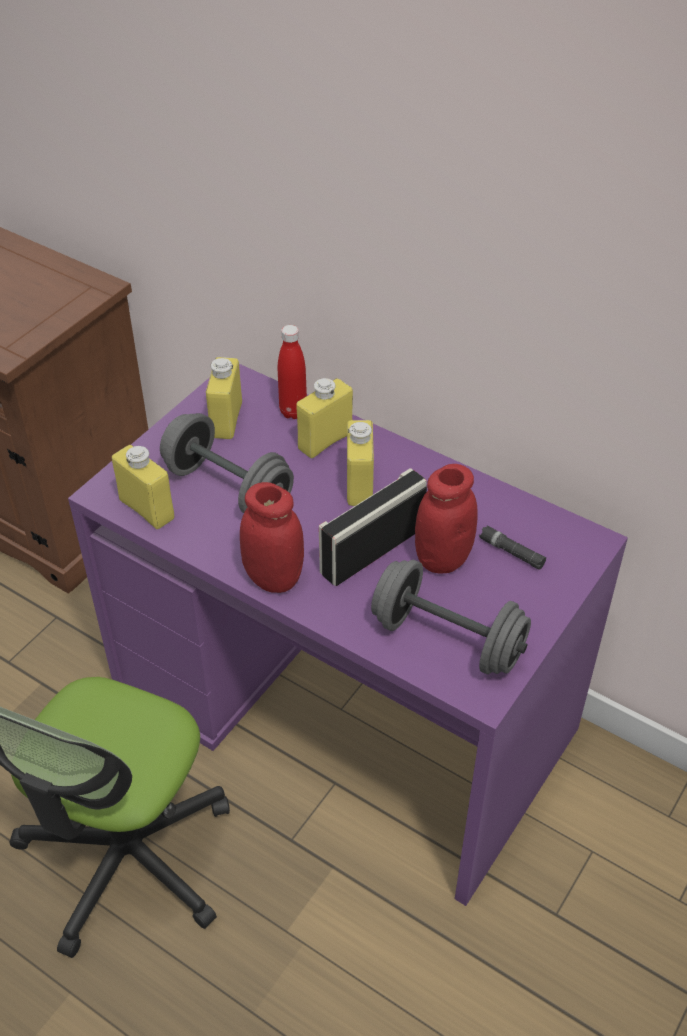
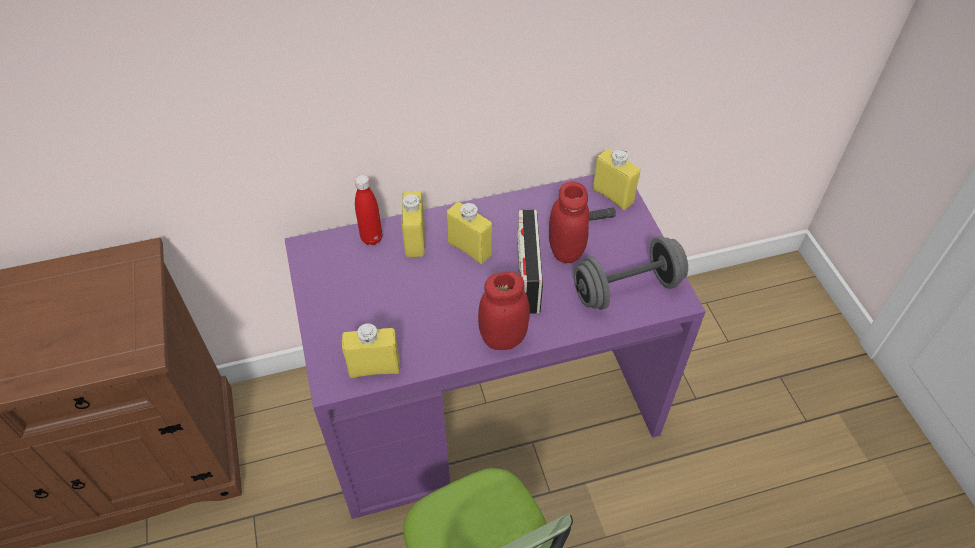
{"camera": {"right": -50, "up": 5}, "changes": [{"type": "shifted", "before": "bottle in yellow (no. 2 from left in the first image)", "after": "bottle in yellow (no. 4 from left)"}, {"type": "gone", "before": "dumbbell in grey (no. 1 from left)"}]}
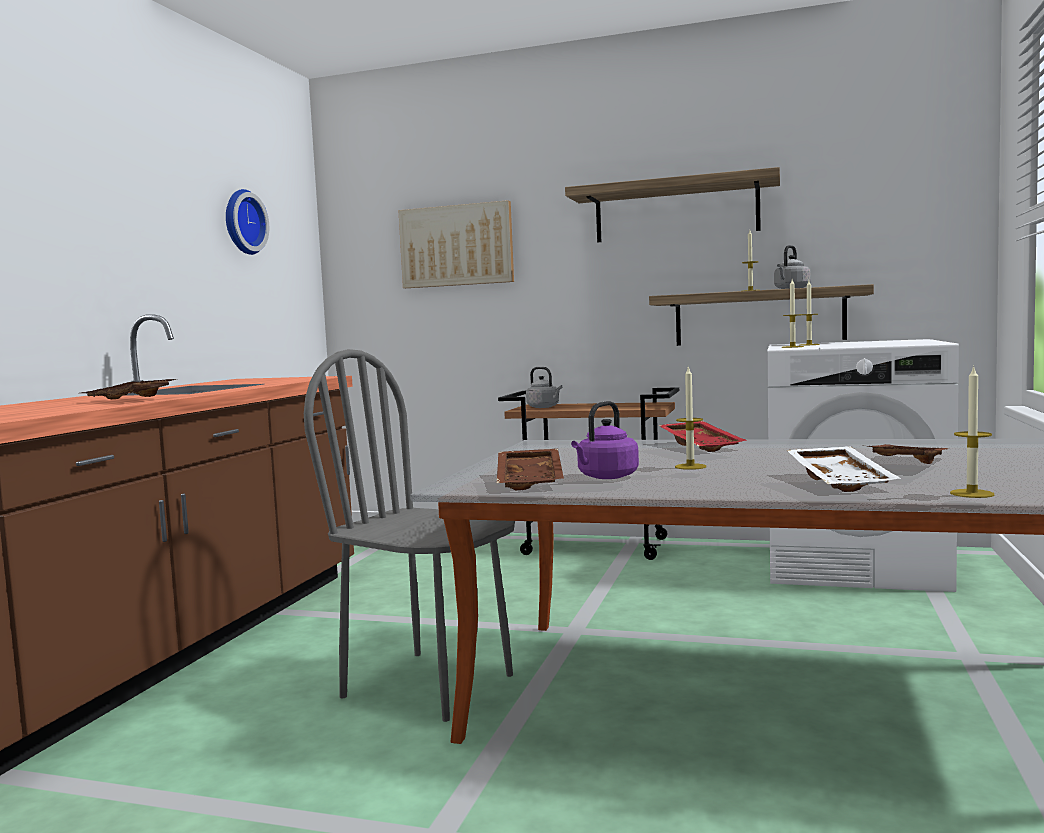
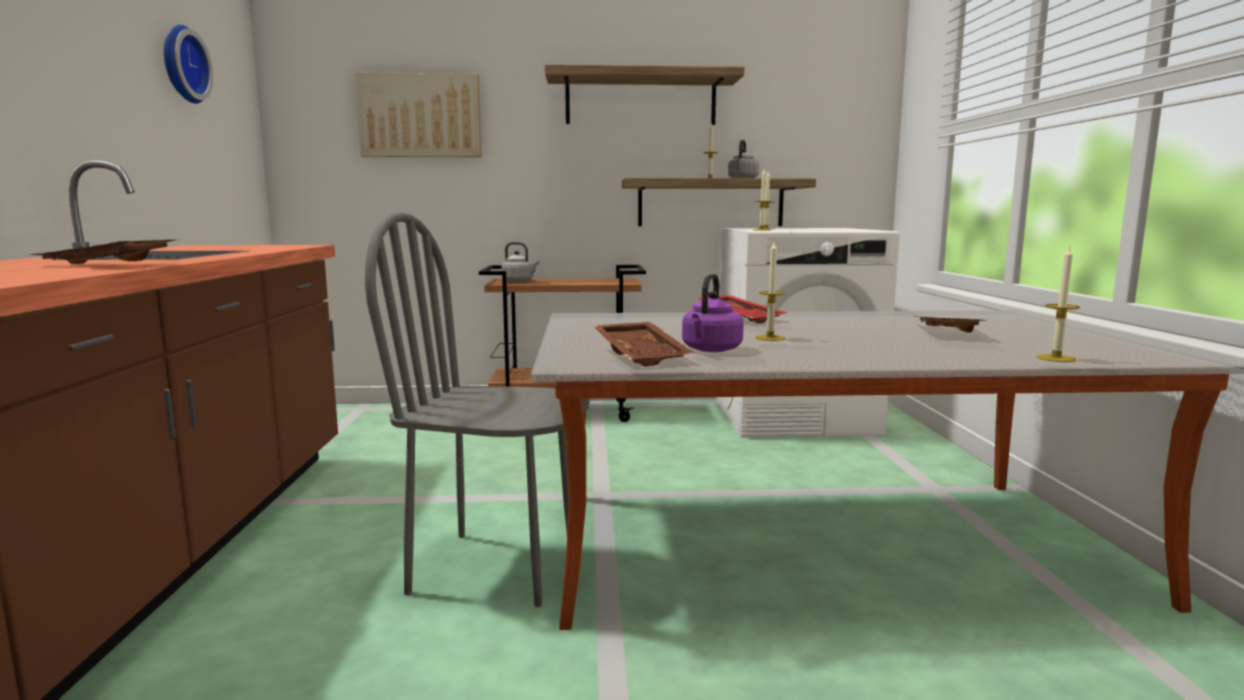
{"camera": {"right": -20, "up": 5}, "changes": [{"type": "gone", "before": "tray in white"}]}
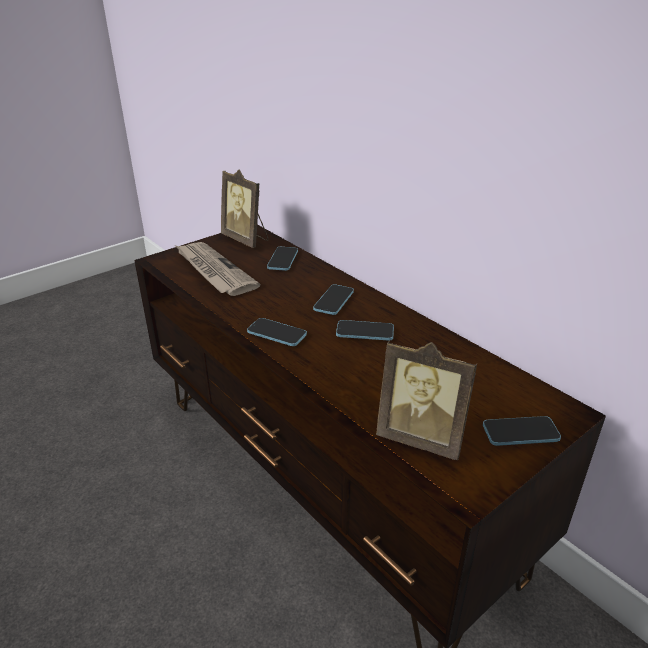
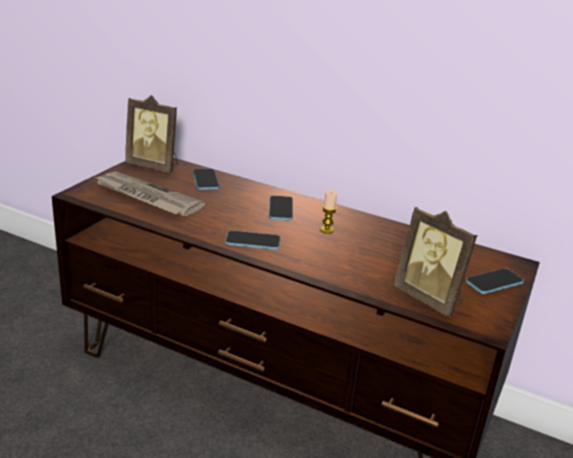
{"camera": {"right": -25, "up": -5}, "changes": [{"type": "swapped", "before": "phone (no. 4 from left)", "after": "candle"}, {"type": "rotated", "before": "picture frame (no. 2 from left)", "turn": 45}]}
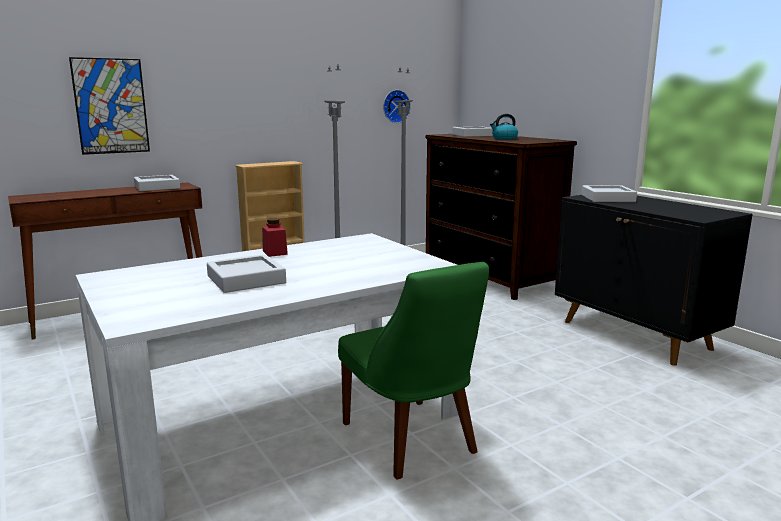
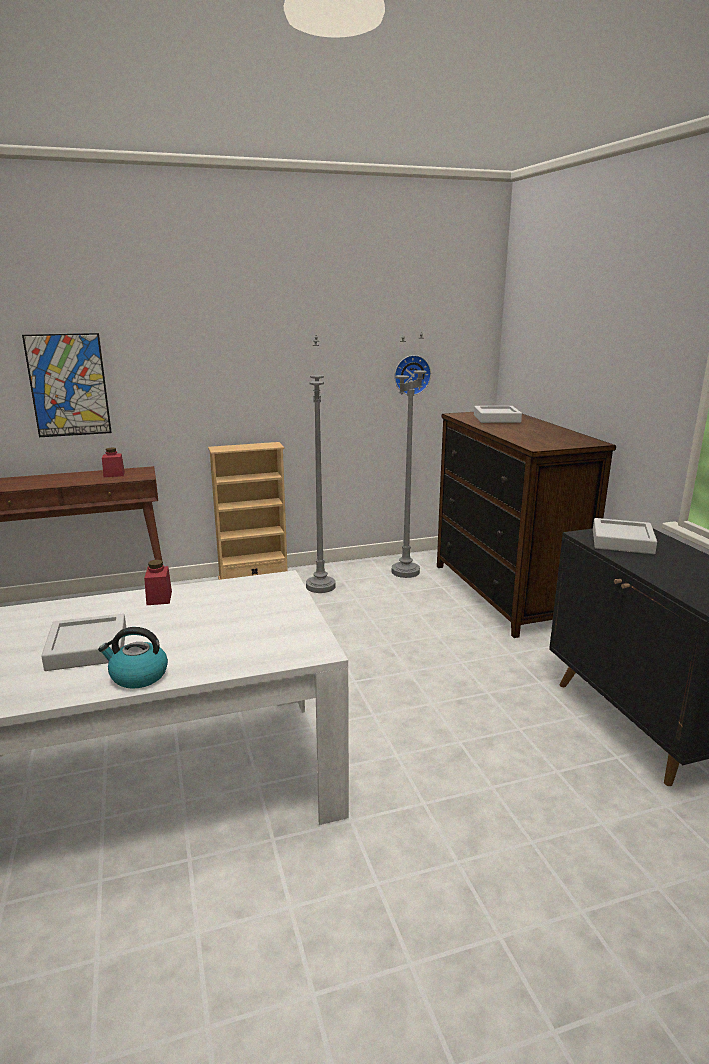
{"camera": {"right": 15, "up": 5}, "changes": [{"type": "shifted", "before": "kettle"}, {"type": "swapped", "before": "tray in grey (no. 1 from left)", "after": "jar in red (no. 1 from left)"}, {"type": "gone", "before": "chair in green"}]}
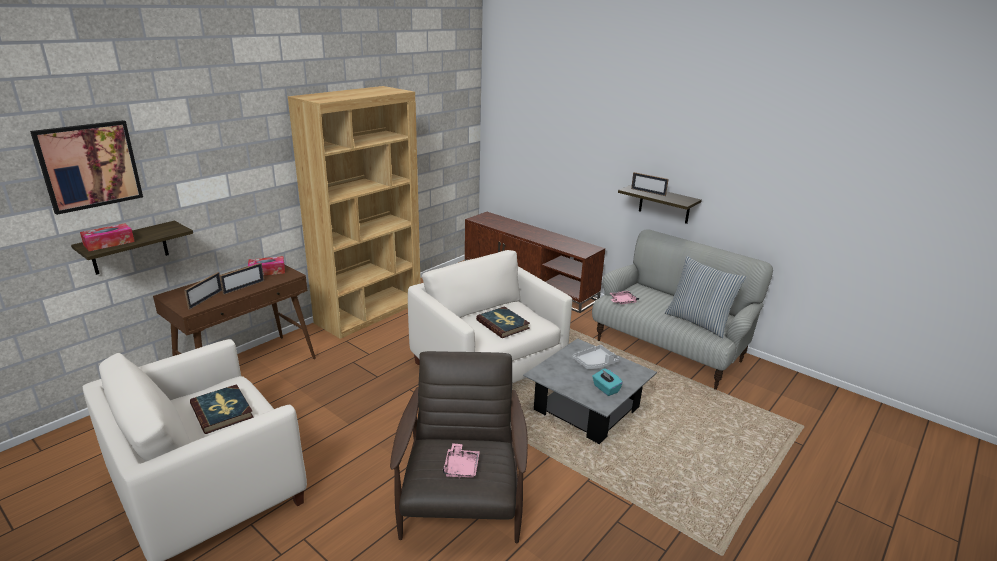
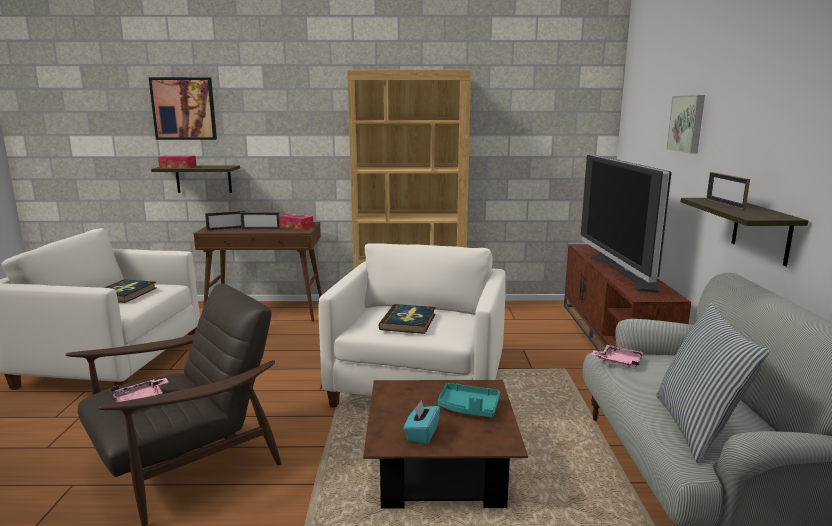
{"camera": {"right": 50, "up": -10}, "changes": [{"type": "repainted", "before": "coffee table in grey", "after": "coffee table in brown"}, {"type": "repainted", "before": "tray in grey", "after": "tray in turquoise"}, {"type": "new", "after": "television"}, {"type": "new", "after": "picture (no. 2 from left)"}]}
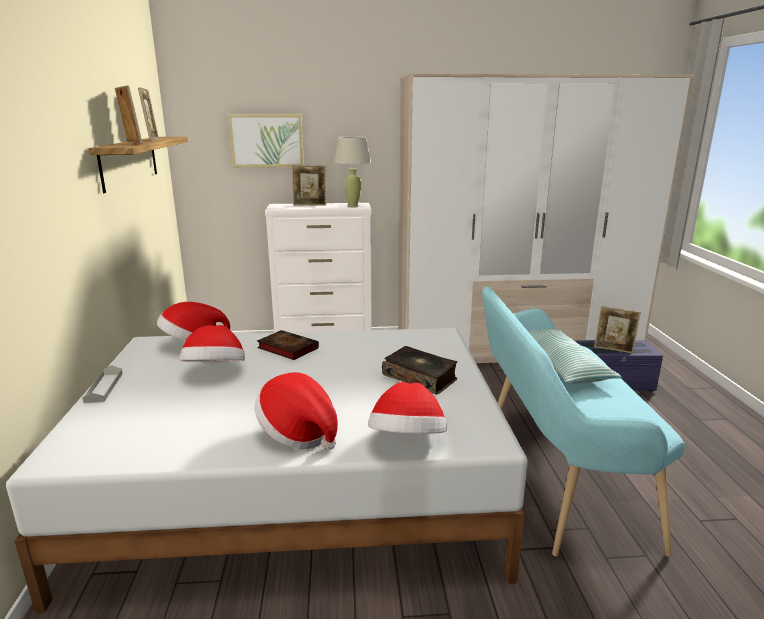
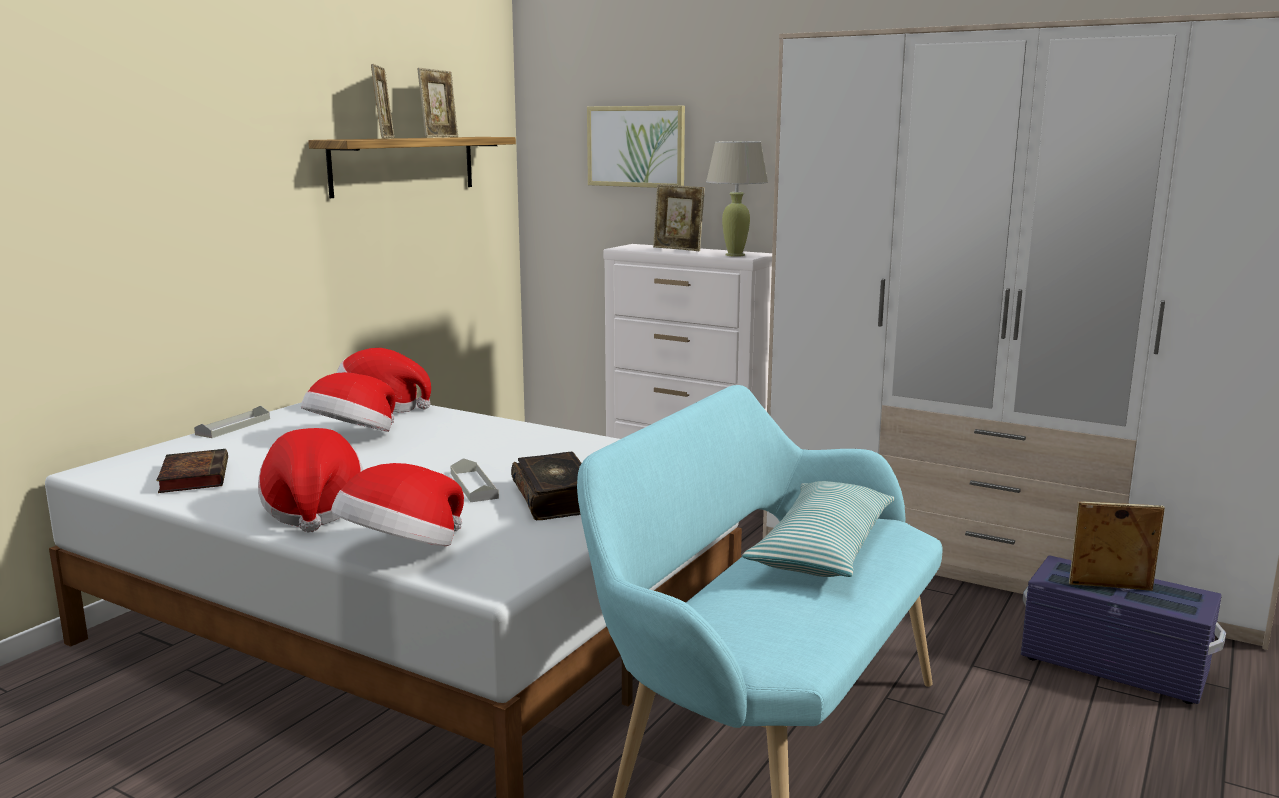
{"camera": {"right": 35, "up": -5}, "changes": [{"type": "shifted", "before": "book (no. 1 from left)"}, {"type": "new", "after": "tray in grey (no. 2 from left)"}, {"type": "rotated", "before": "picture frame (no. 4 from left)", "turn": 135}]}
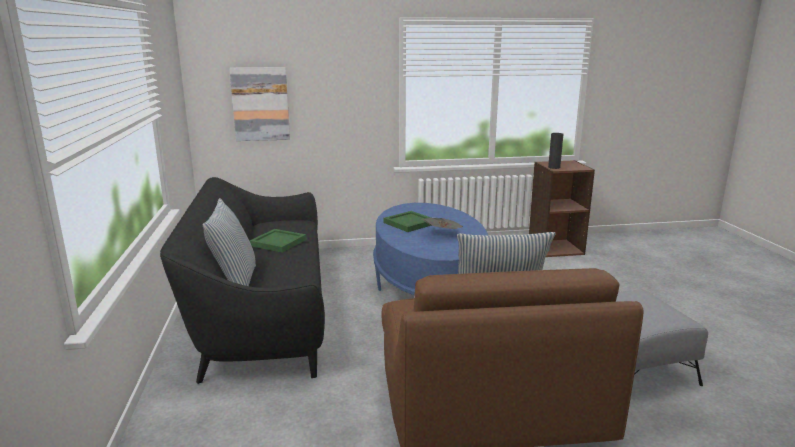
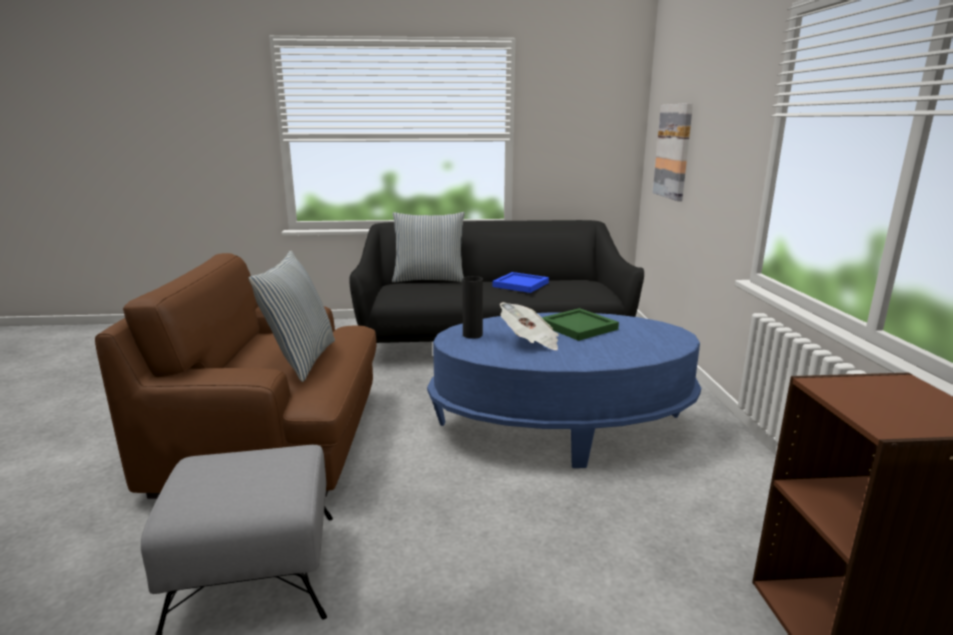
{"camera": {"right": 95, "up": 0}, "changes": [{"type": "shifted", "before": "vase in black"}, {"type": "repainted", "before": "tray in green (no. 1 from left)", "after": "tray in blue"}]}
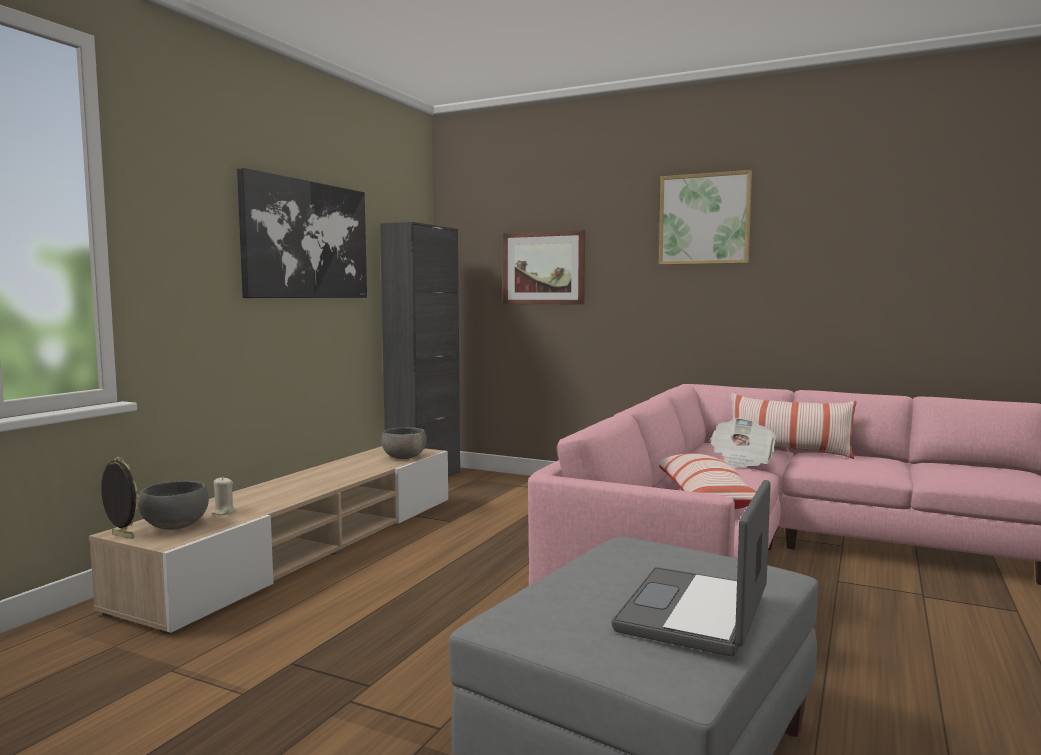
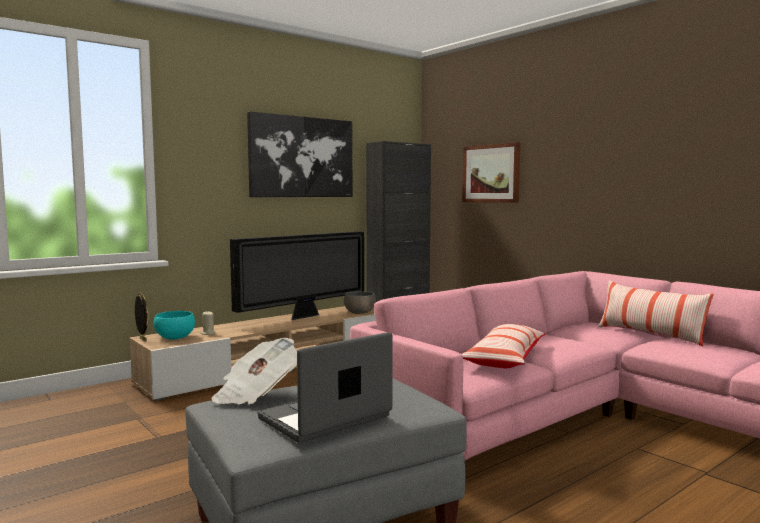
{"camera": {"right": 25, "up": 0}, "changes": [{"type": "repainted", "before": "bowl in grey (no. 1 from left)", "after": "bowl in turquoise"}, {"type": "shifted", "before": "newspaper"}, {"type": "new", "after": "television"}, {"type": "gone", "before": "picture (no. 3 from left)"}]}
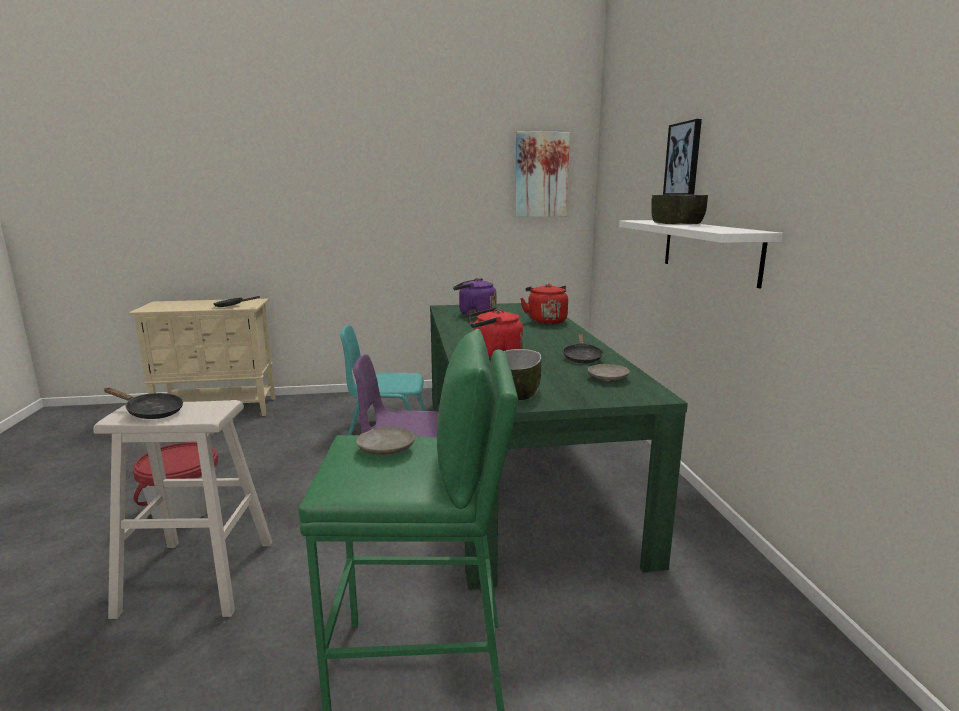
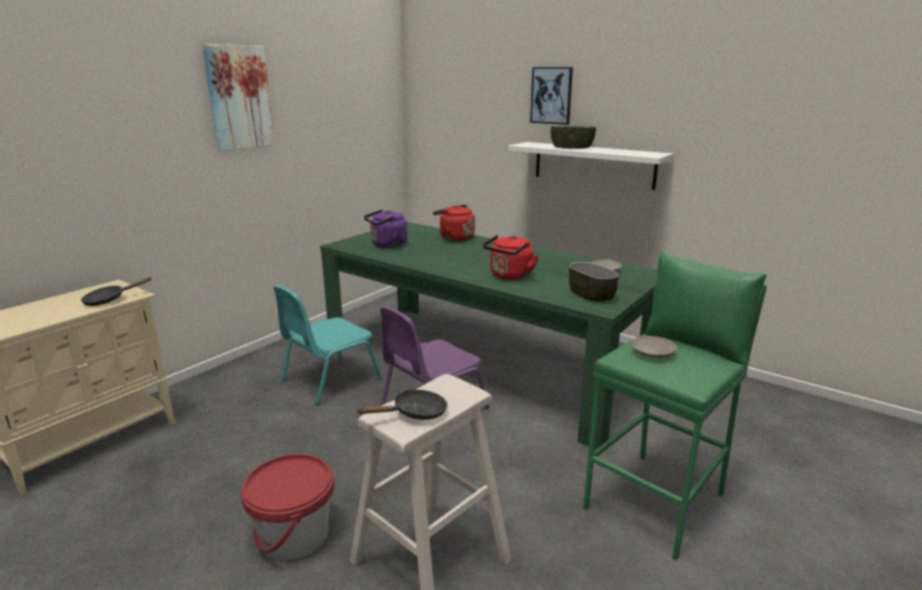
{"camera": {"right": -45, "up": 5}, "changes": [{"type": "shifted", "before": "picture (no. 1 from left)"}, {"type": "gone", "before": "frying pan in black (no. 3 from left)"}]}
